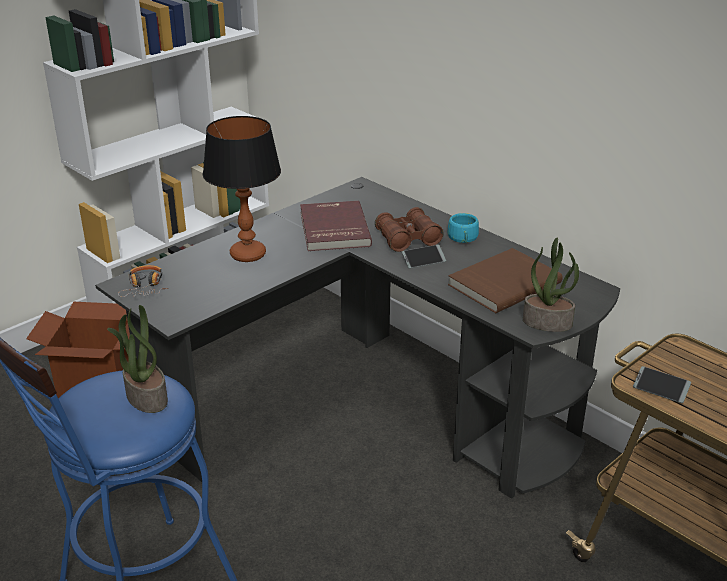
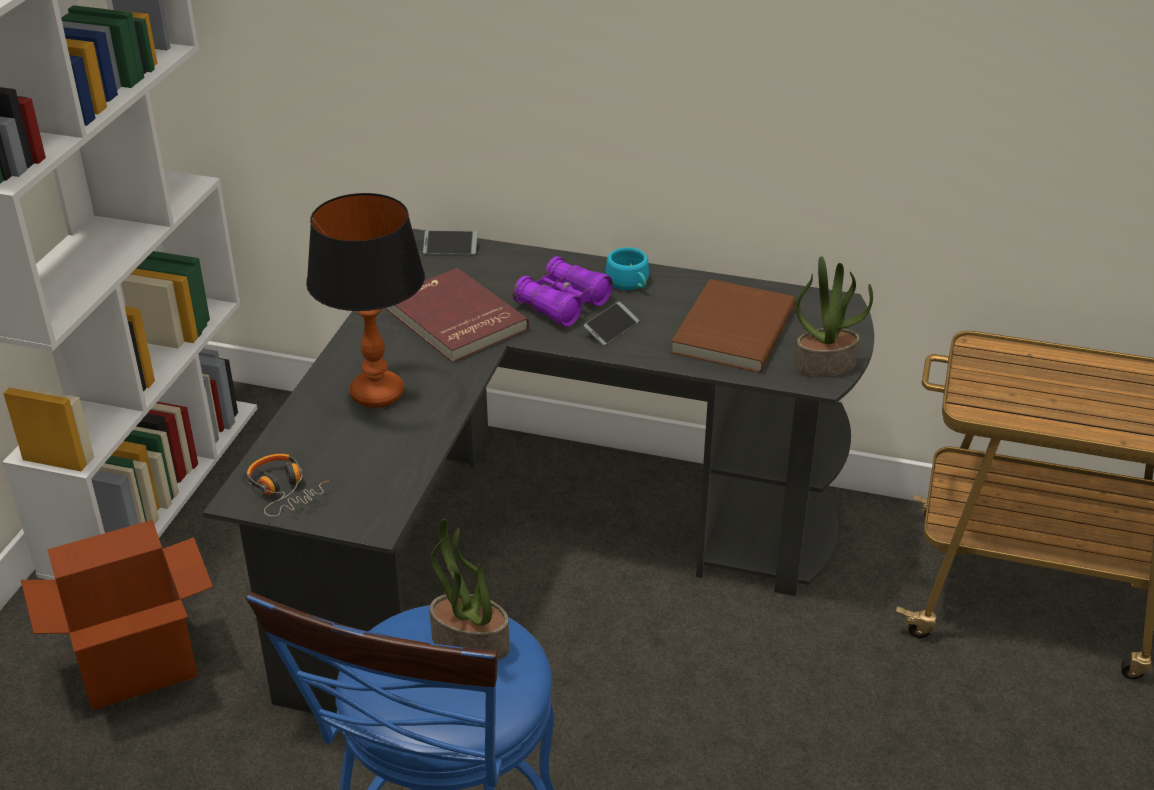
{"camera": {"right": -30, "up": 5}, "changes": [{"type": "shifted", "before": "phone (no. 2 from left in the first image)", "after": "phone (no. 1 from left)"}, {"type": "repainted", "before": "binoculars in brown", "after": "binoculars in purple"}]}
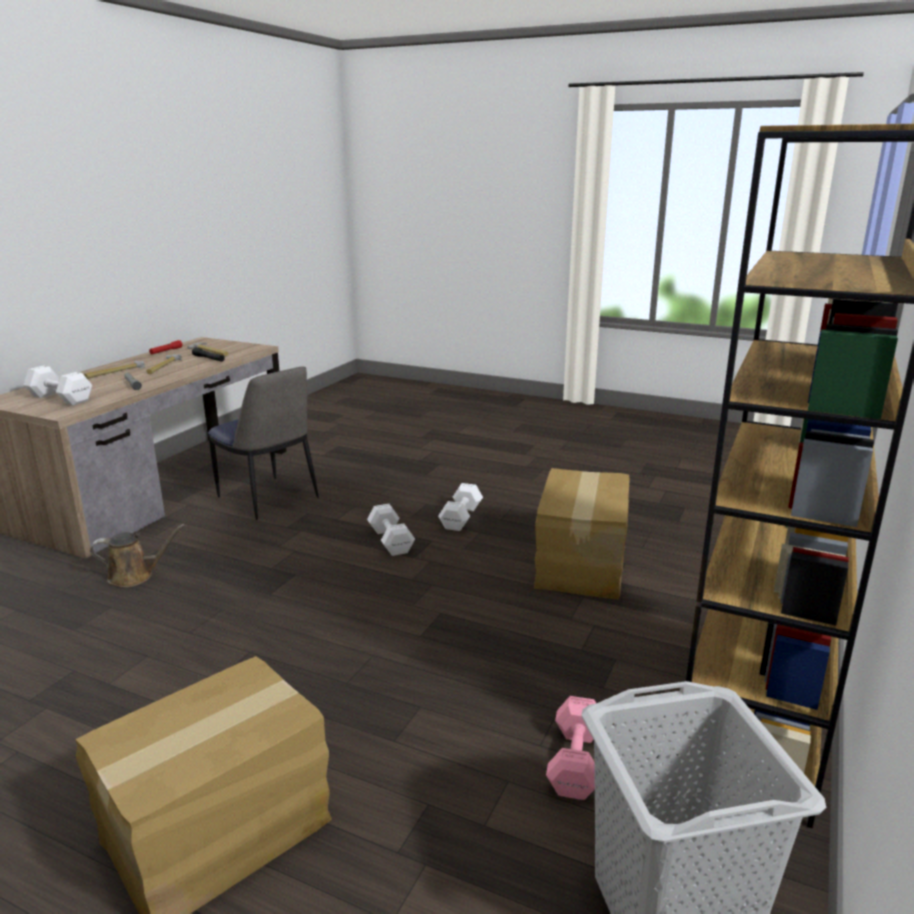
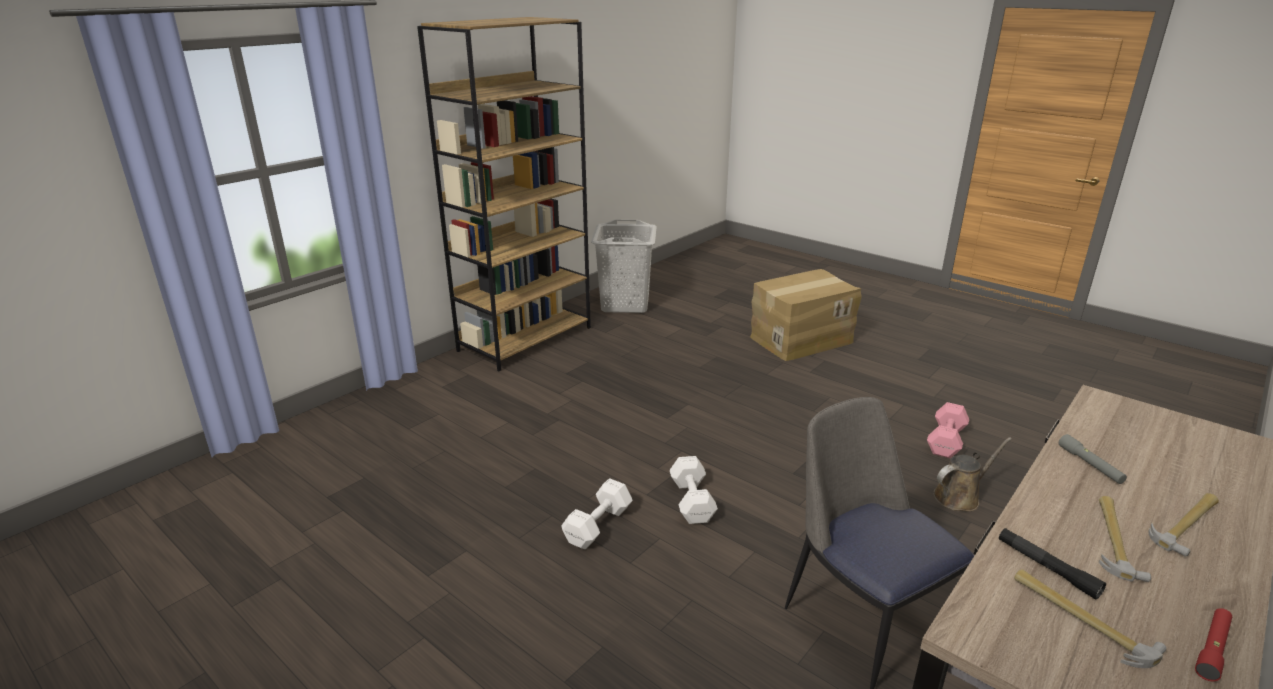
{"camera": {"right": -165, "up": 5}, "changes": [{"type": "shifted", "before": "dumbbell in pink"}, {"type": "rotated", "before": "watering can in brown", "turn": 150}, {"type": "gone", "before": "dumbbell in white (no. 1 from left)"}, {"type": "gone", "before": "cardboard box (no. 2 from left)"}]}
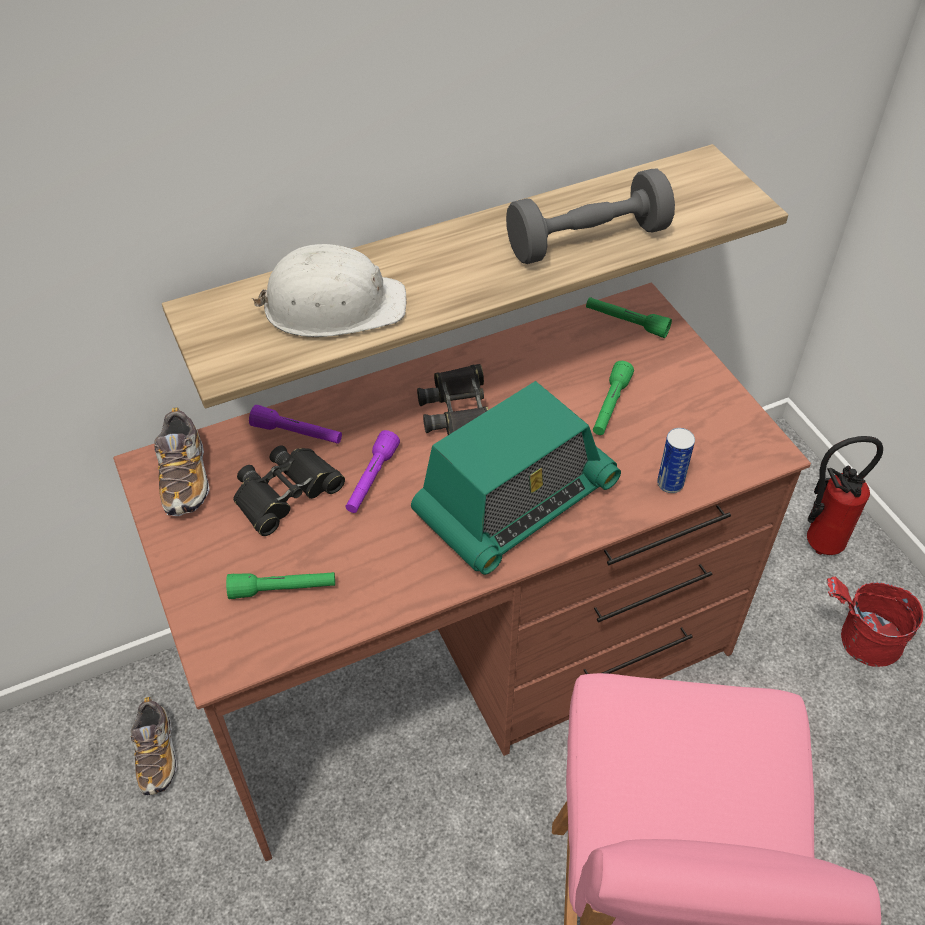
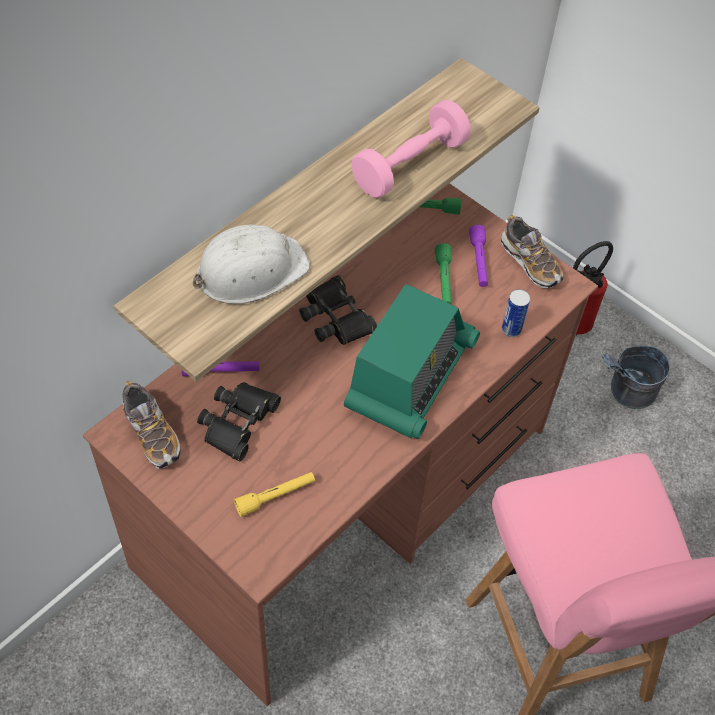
{"camera": {"right": -25, "up": 5}, "changes": [{"type": "repainted", "before": "flashlight in green (no. 1 from left)", "after": "flashlight in yellow"}, {"type": "repainted", "before": "dumbbell in grey", "after": "dumbbell in pink"}, {"type": "shifted", "before": "flashlight in purple (no. 2 from left)"}, {"type": "shifted", "before": "shoe (no. 1 from left in the first image)", "after": "shoe (no. 2 from left)"}, {"type": "repainted", "before": "bucket in red", "after": "bucket in grey"}]}
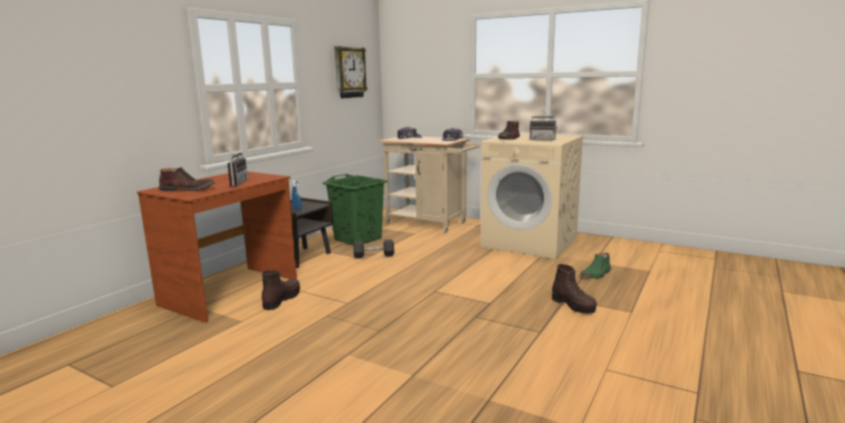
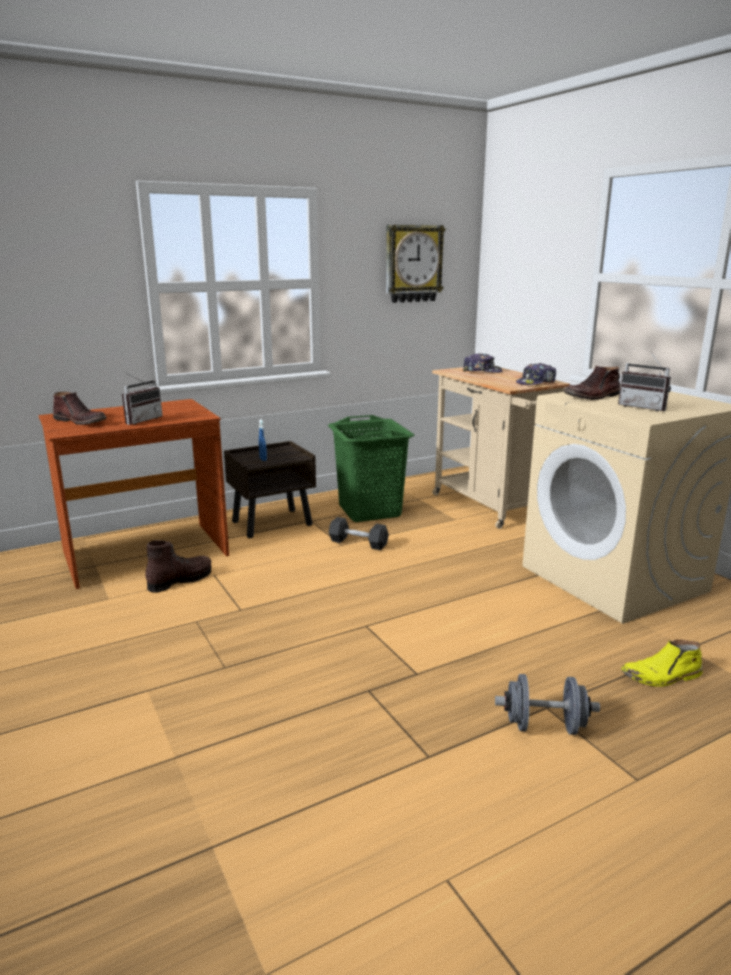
{"camera": {"right": 30, "up": 5}, "changes": [{"type": "swapped", "before": "boot in brown (no. 4 from left)", "after": "dumbbell in grey (no. 2 from left)"}, {"type": "repainted", "before": "boot in green", "after": "boot in yellow"}]}
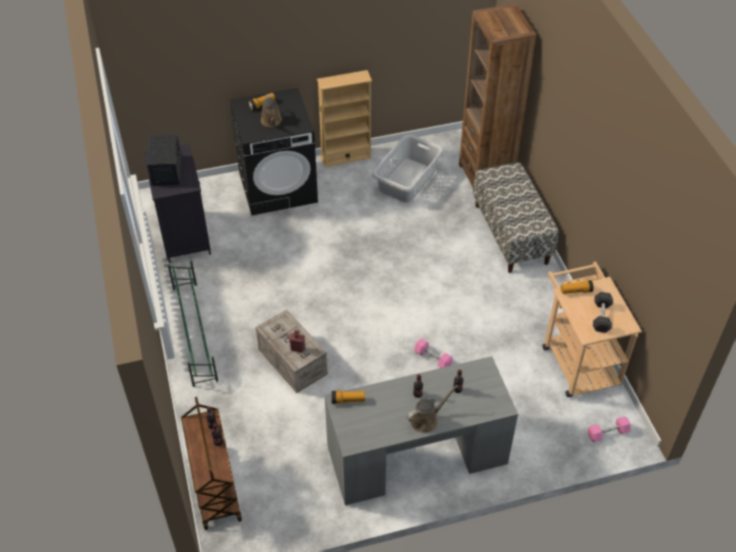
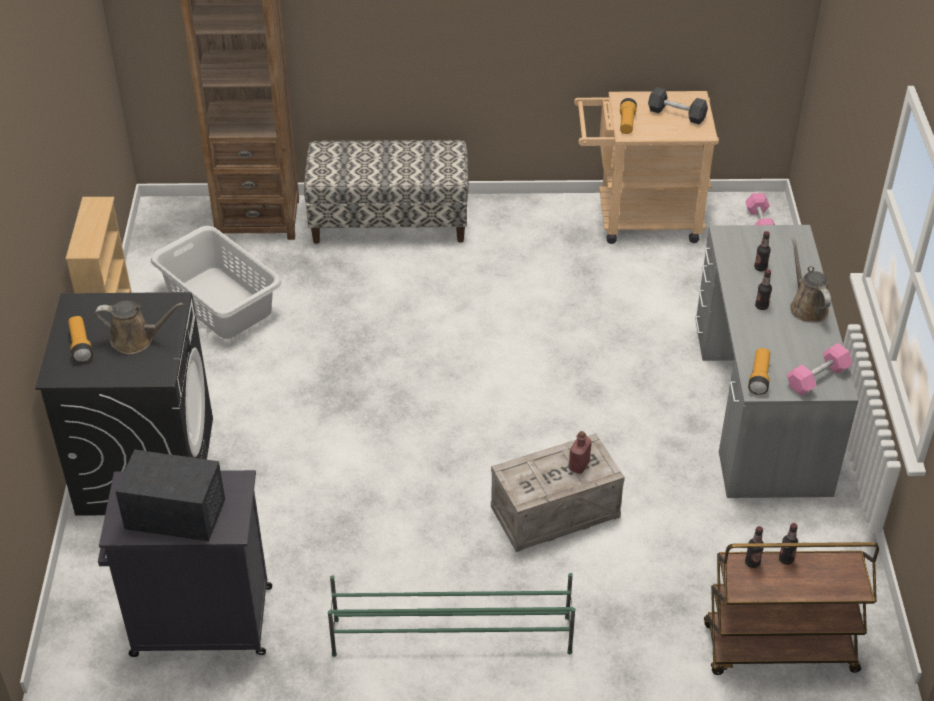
{"camera": {"right": -75, "up": -5}, "changes": [{"type": "shifted", "before": "dumbbell in pink (no. 1 from left in the first image)", "after": "dumbbell in pink (no. 2 from left)"}]}
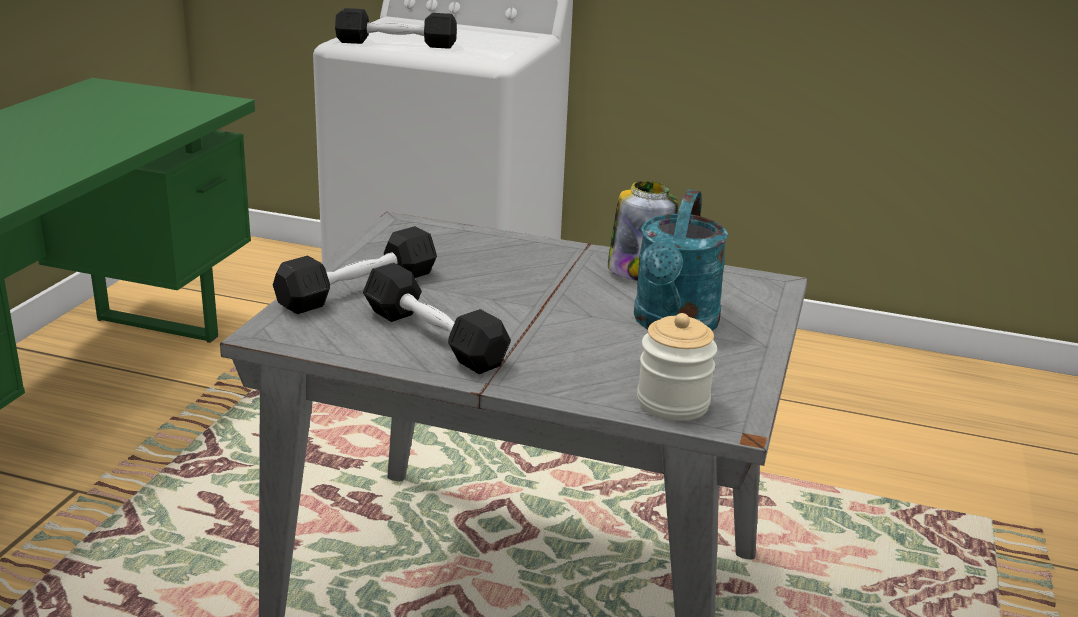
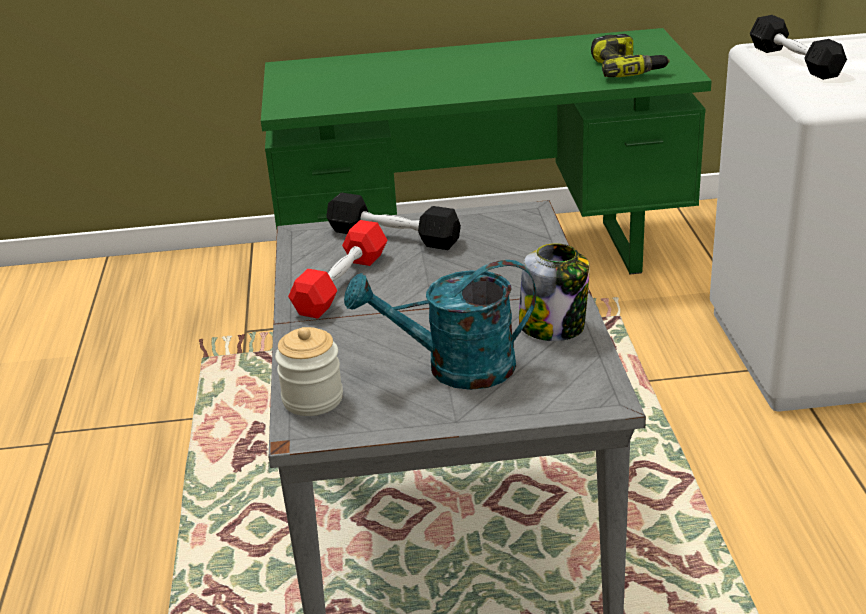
{"camera": {"right": 70, "up": 5}, "changes": [{"type": "repainted", "before": "dumbbell in black (no. 3 from left)", "after": "dumbbell in red"}, {"type": "new", "after": "power drill"}]}
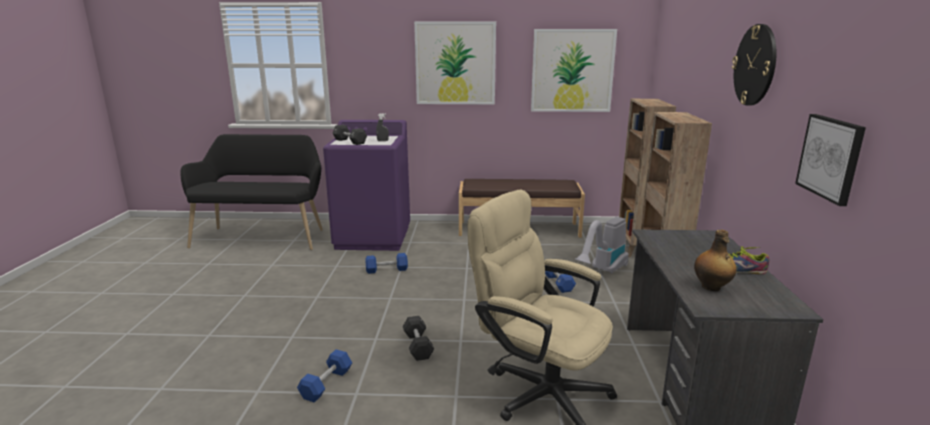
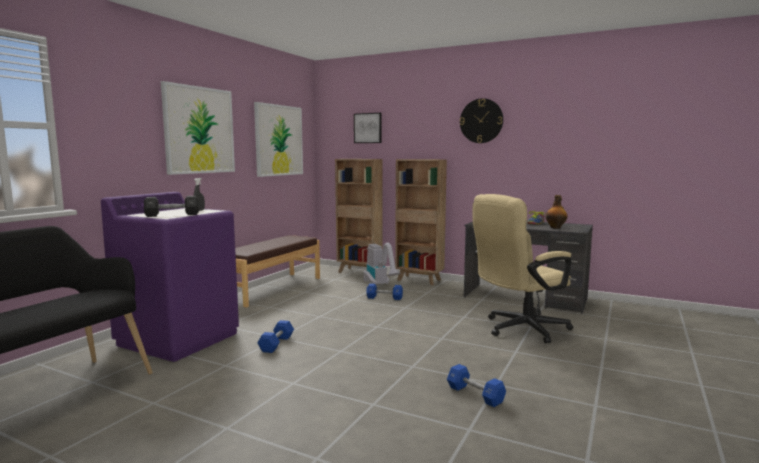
{"camera": {"right": -65, "up": -10}, "changes": [{"type": "shifted", "before": "picture (no. 3 from left)"}, {"type": "gone", "before": "dumbbell in black (no. 2 from left)"}]}
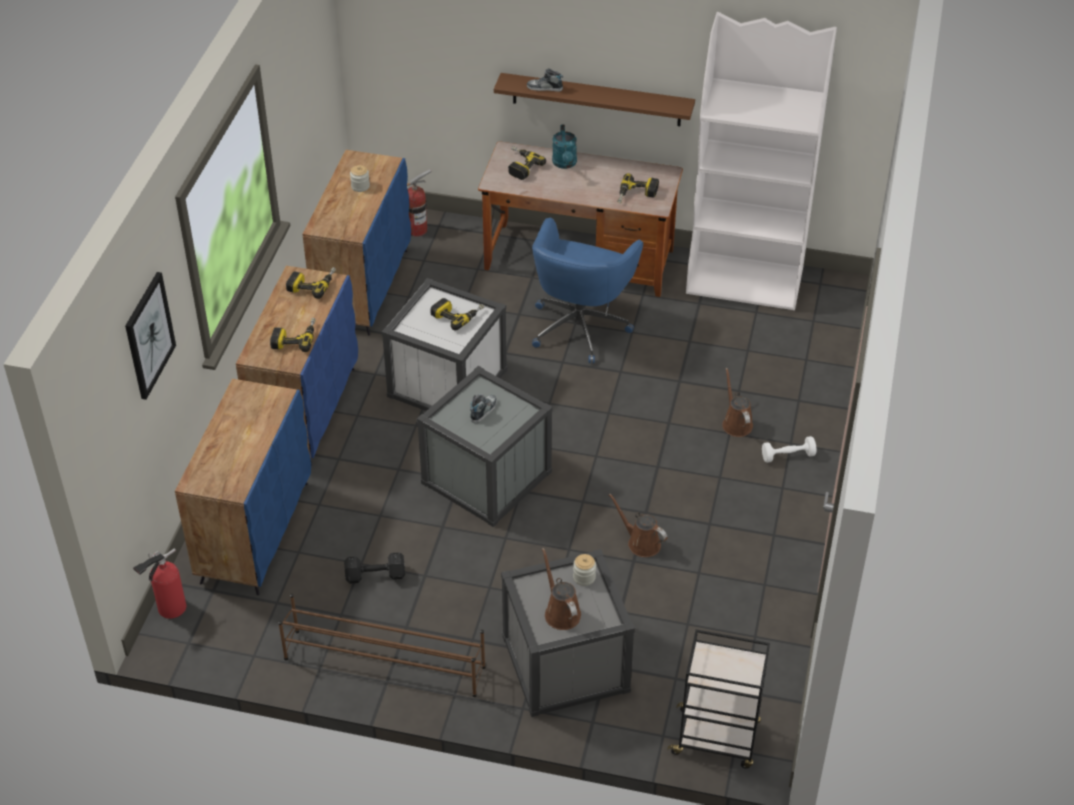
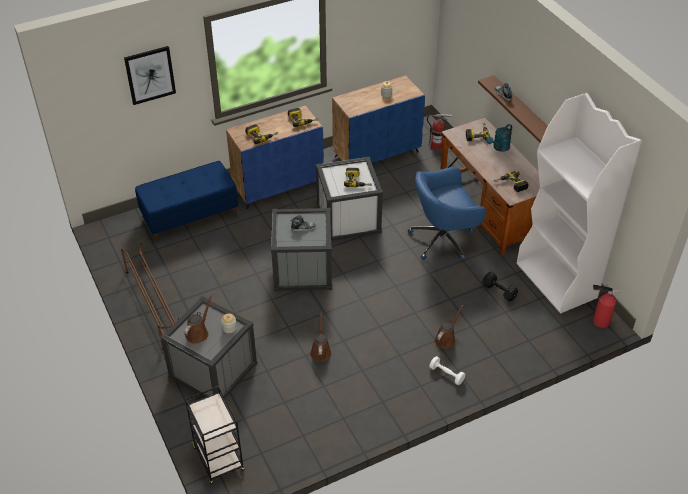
{"camera": {"right": 50, "up": 0}, "changes": [{"type": "swapped", "before": "cabinet in blue (no. 1 from left)", "after": "bench in blue"}, {"type": "shifted", "before": "dumbbell in black"}, {"type": "shifted", "before": "fire extinguisher (no. 1 from left in the first image)", "after": "fire extinguisher (no. 2 from left)"}]}
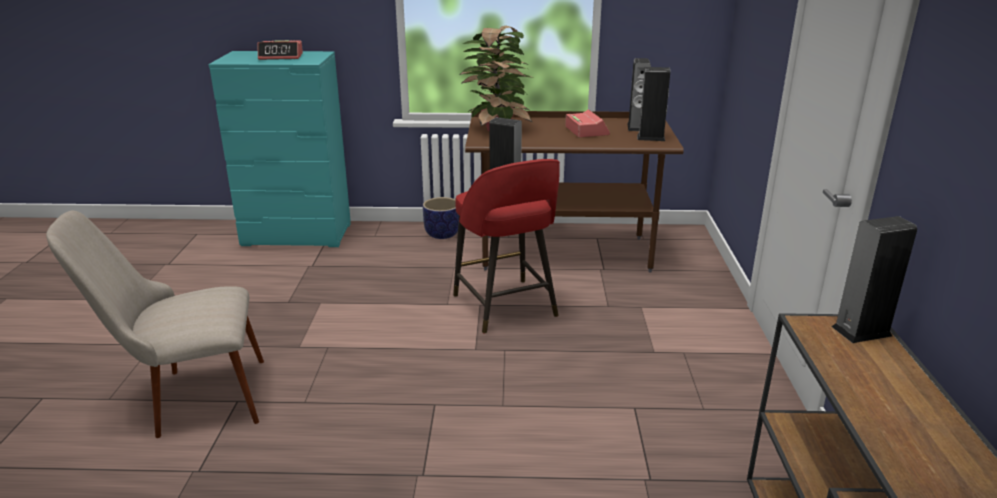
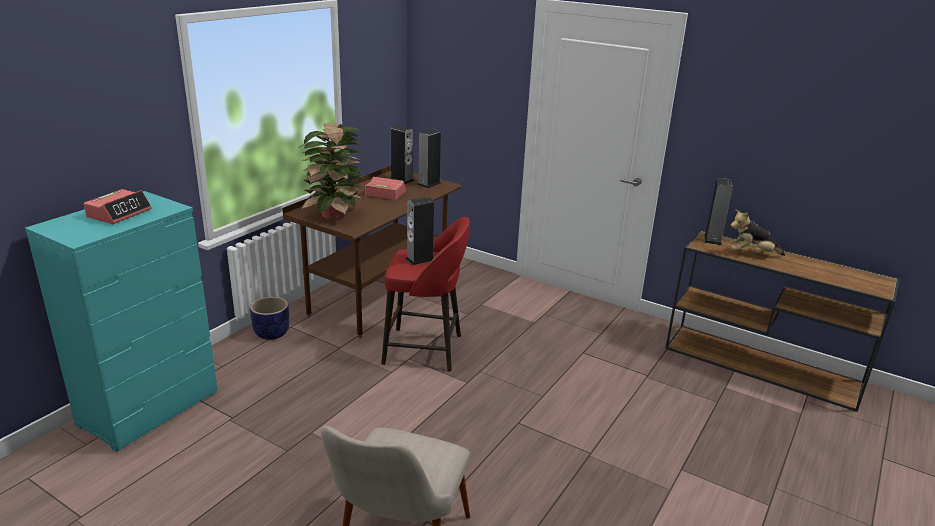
{"camera": {"right": -60, "up": 0}, "changes": [{"type": "new", "after": "plush toy"}]}
